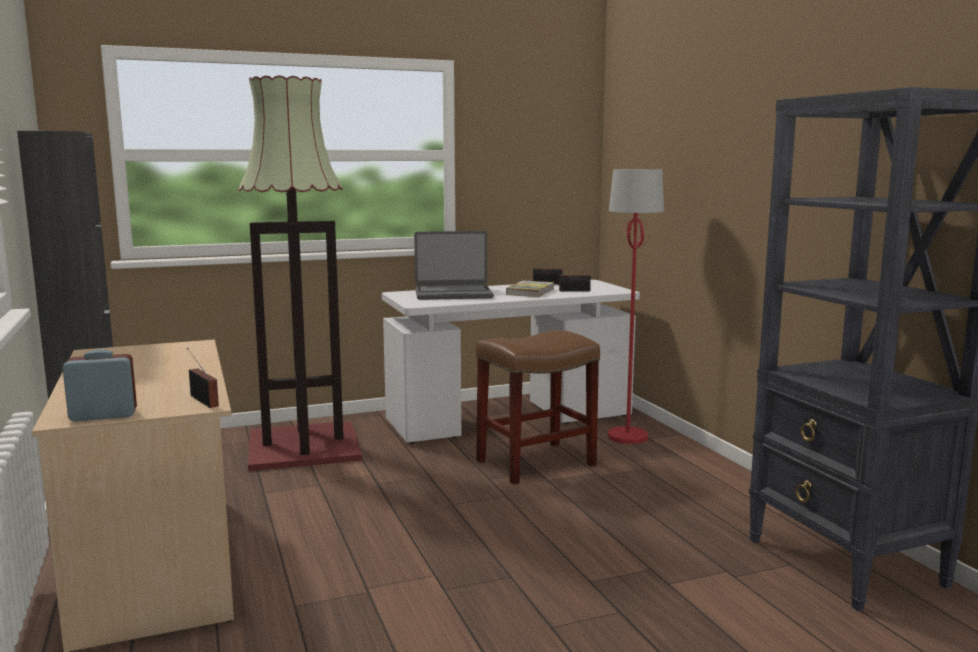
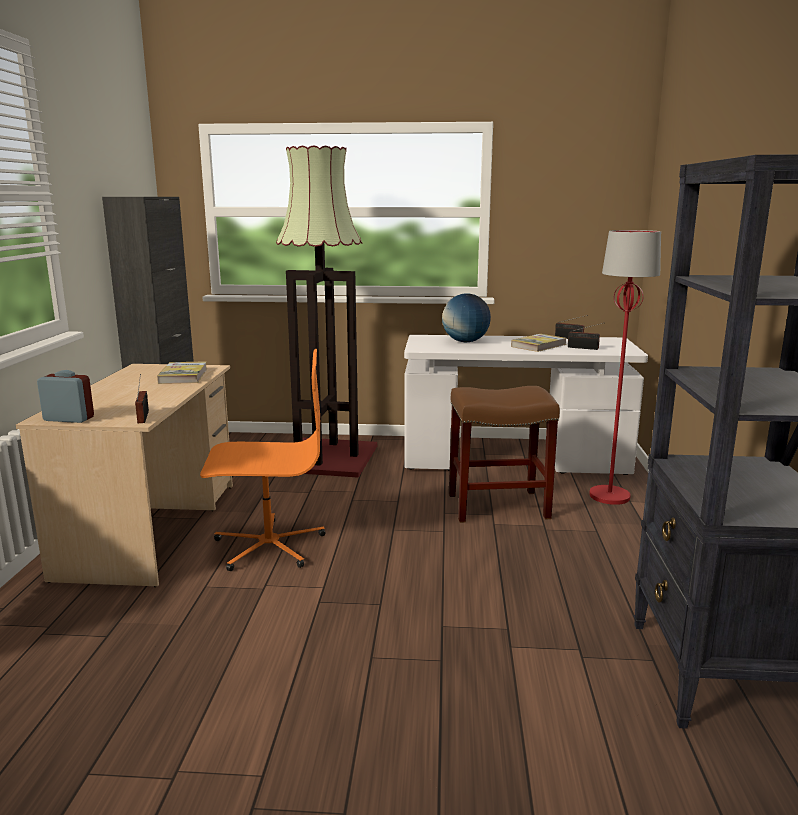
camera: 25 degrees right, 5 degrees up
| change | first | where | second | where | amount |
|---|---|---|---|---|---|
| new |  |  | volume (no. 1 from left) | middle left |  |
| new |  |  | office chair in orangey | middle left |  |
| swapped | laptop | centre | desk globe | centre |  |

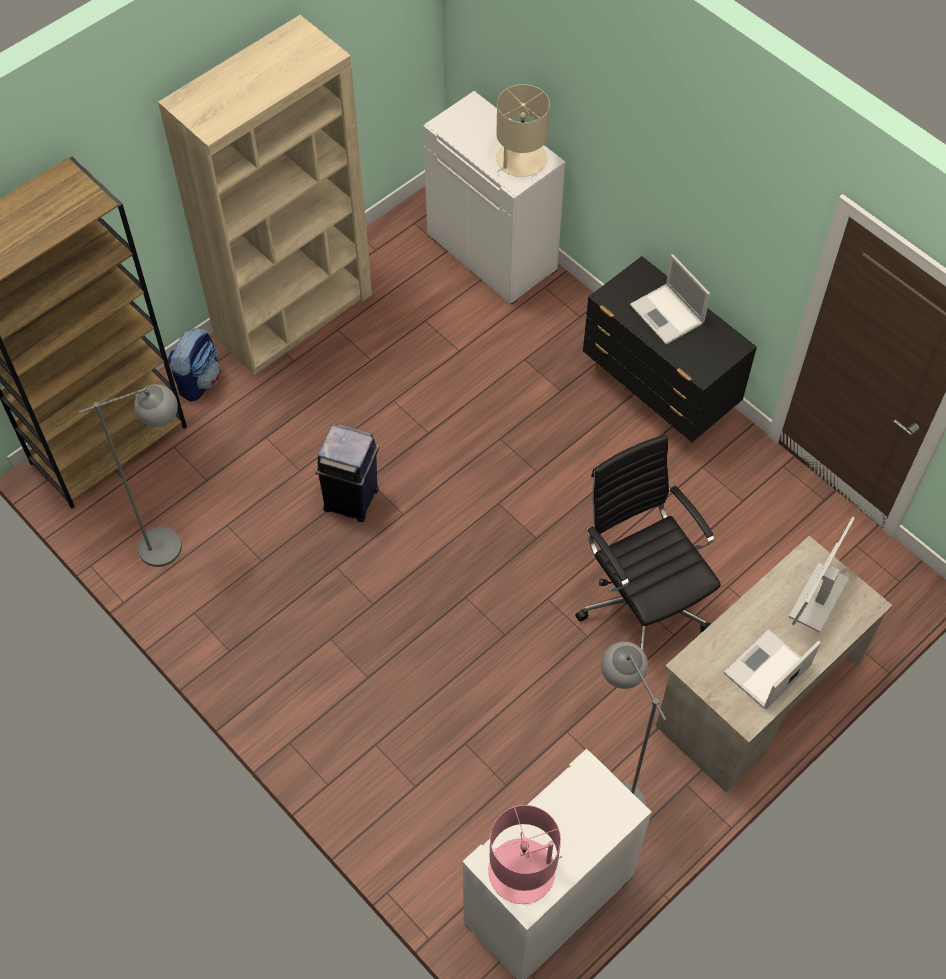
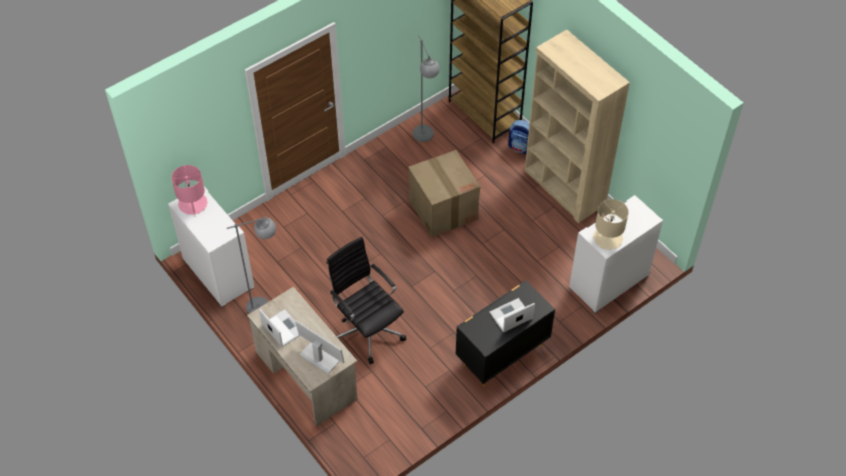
camera: 95 degrees right, 5 degrees down
| change | first | where | second | where | amount |
|---|---|---|---|---|---|
| rotated | office chair in black-coloured | middle right |  | centre | 105 degrees counterclockwise |
| swapped | trash can in bluish | centre | carton | centre |  |

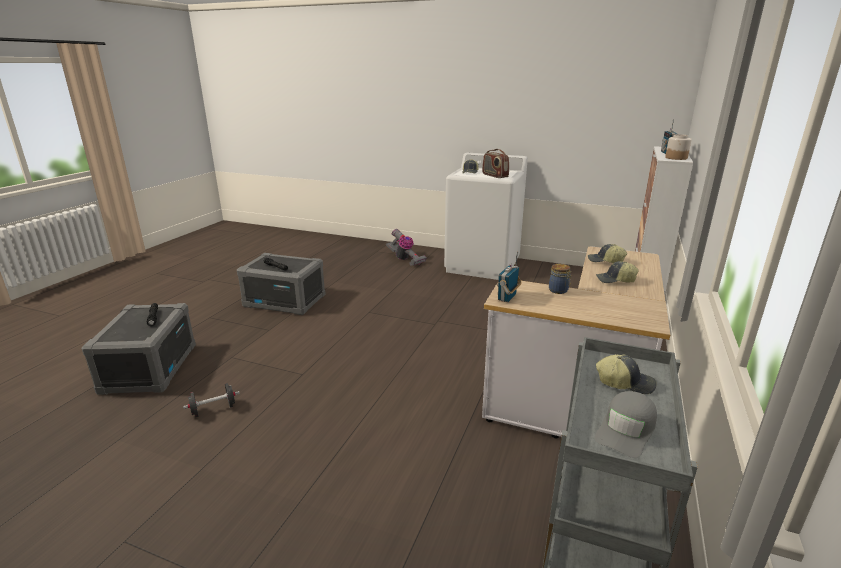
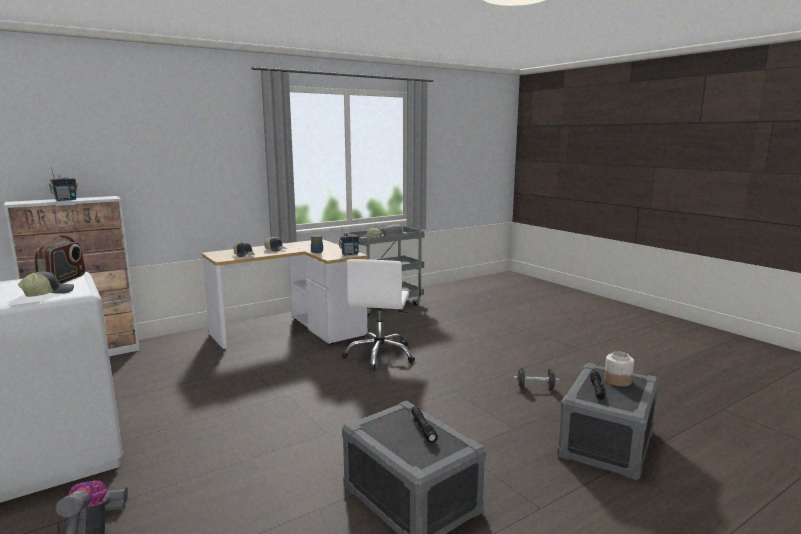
camera: 145 degrees left, 10 degrees down
| change | first | where | second | where | amount |
|---|---|---|---|---|---|
| new |  |  | office chair in white | centre |  |
| shifted | storage jar (no. 2 from left) | top right |  | bottom right |  |

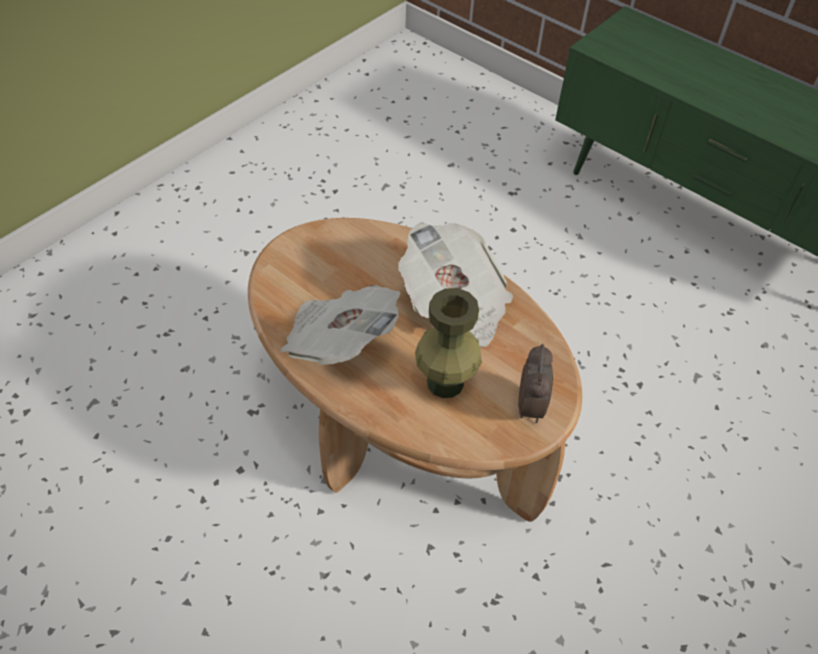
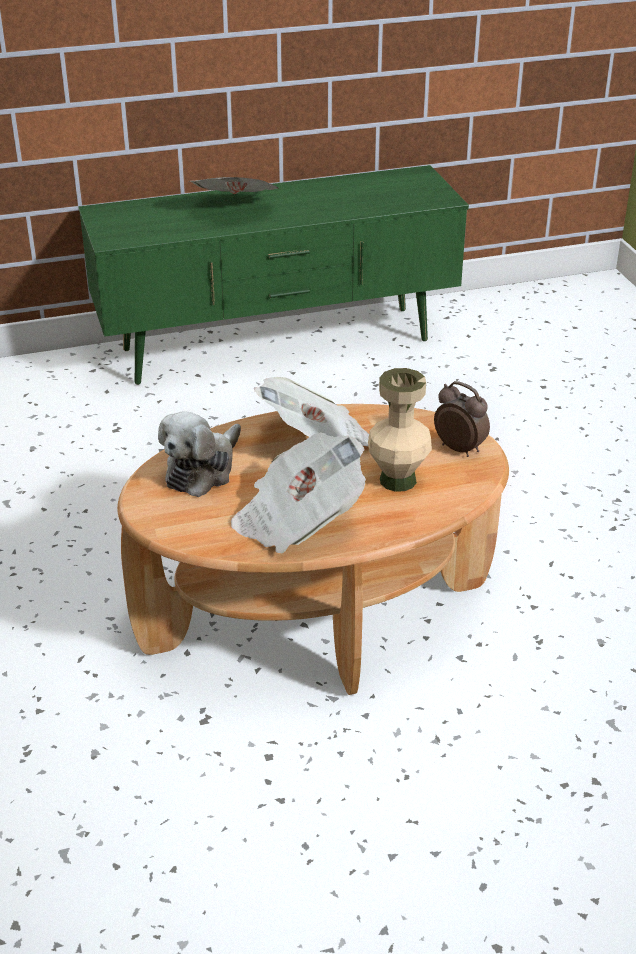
camera: 55 degrees left, 15 degrees down
| change | first | where | second | where | amount |
|---|---|---|---|---|---|
| new |  |  | plush toy | middle left |  |
| new |  |  | printed paper (no. 1 from left) | top centre |  |
| repainted | flower vase in greenish | centre | flower vase in beige-coloured | centre |  |

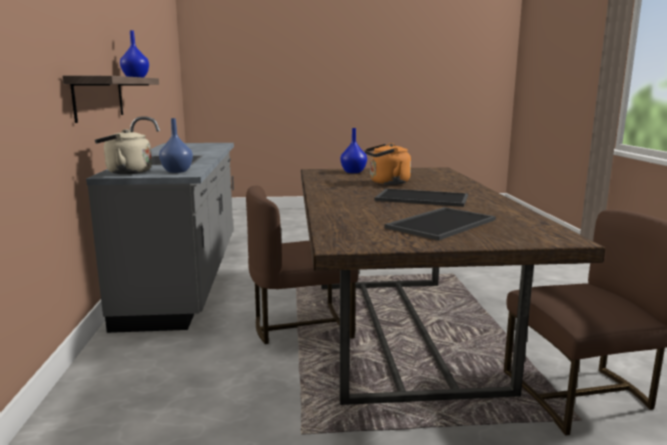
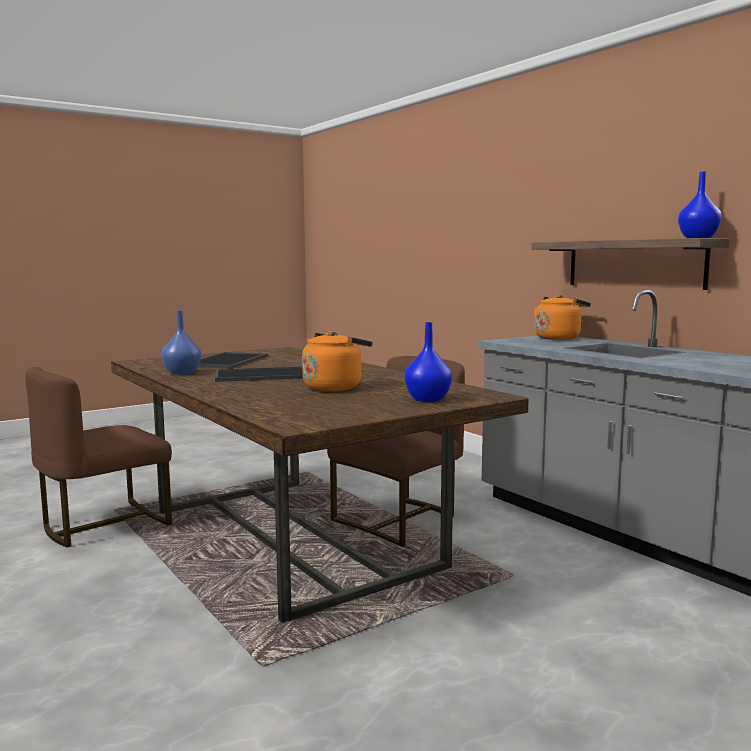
camera: 150 degrees right, 5 degrees down
| change | first | where | second | where | amount |
|---|---|---|---|---|---|
| shifted | flower vase in bluish (no. 2 from left in the first image) | top left | flower vase in bluish (no. 1 from left) | middle left |  |
| repainted | kettle in beige-coloured | middle left | kettle in orangey (no. 2 from left) | middle right |  |

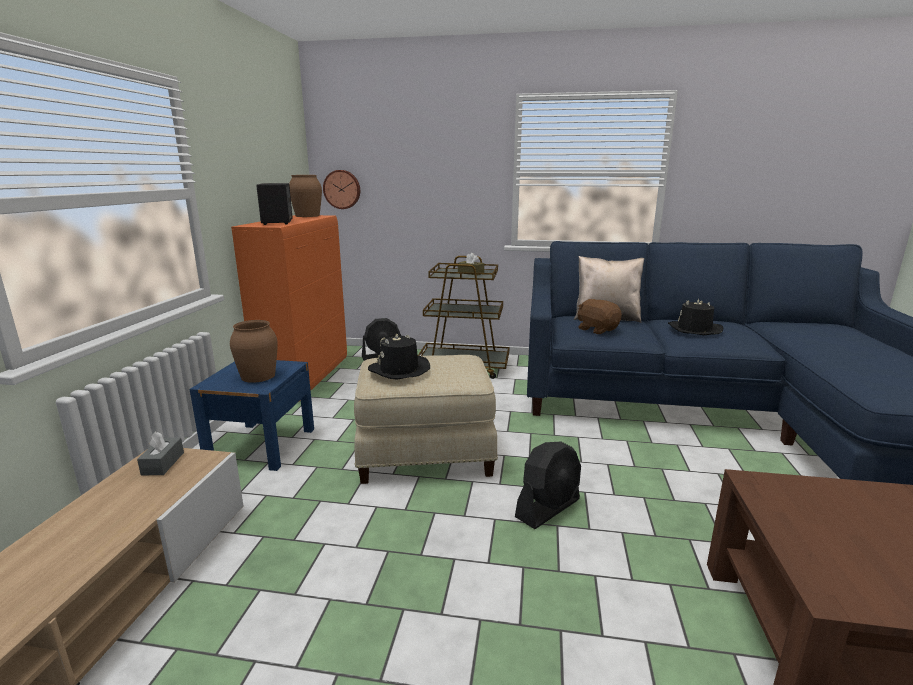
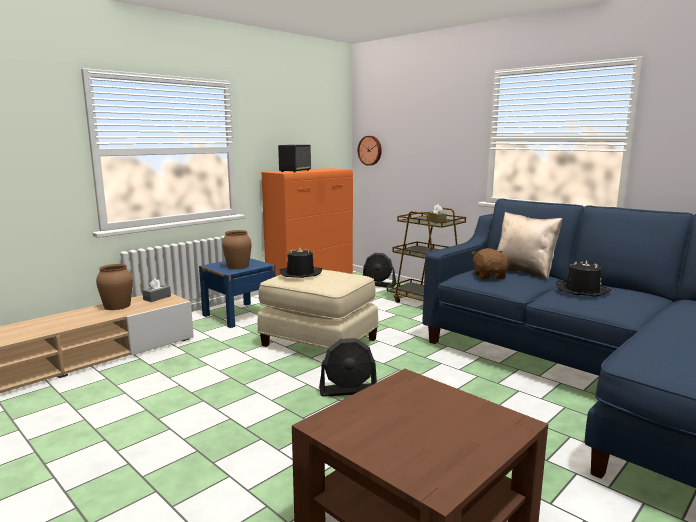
camera: 35 degrees right, 5 degrees down
| change | first | where | second | where | amount |
|---|---|---|---|---|---|
| shifted | flower vase in brownish (no. 2 from left in the first image) | top centre | flower vase in brownish (no. 1 from left) | middle left |  |

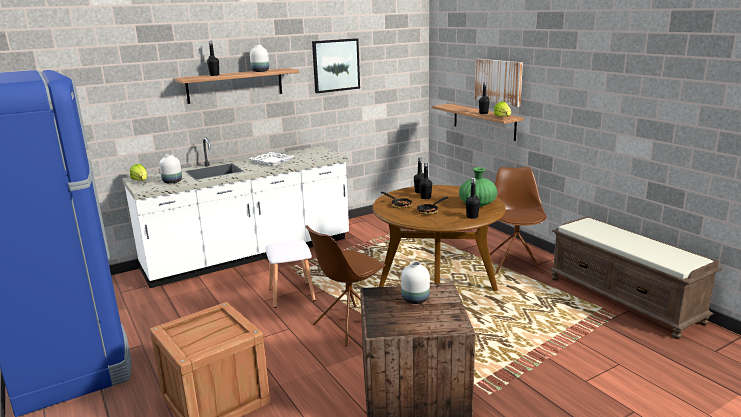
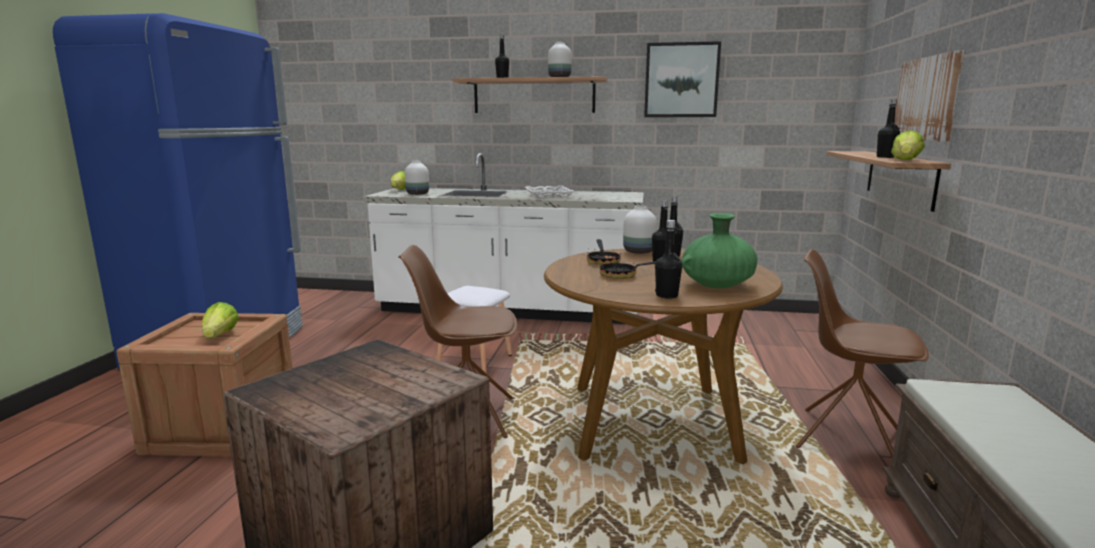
camera: 40 degrees right, 5 degrees down
| change | first | where | second | where | amount |
|---|---|---|---|---|---|
| new |  |  | lettuce (no. 1 from left) | middle left |  |
| shifted | flower vase in white (no. 3 from left) | bottom centre |  | centre |  |
| rotated | plain chair in brownish (no. 2 from left) | middle right |  | middle right | 105 degrees counterclockwise |

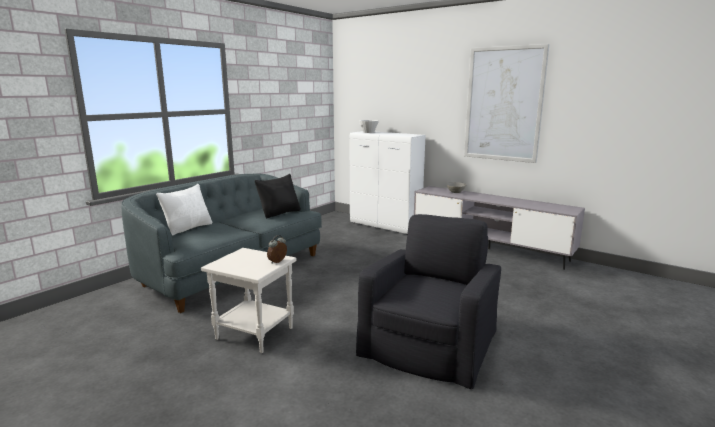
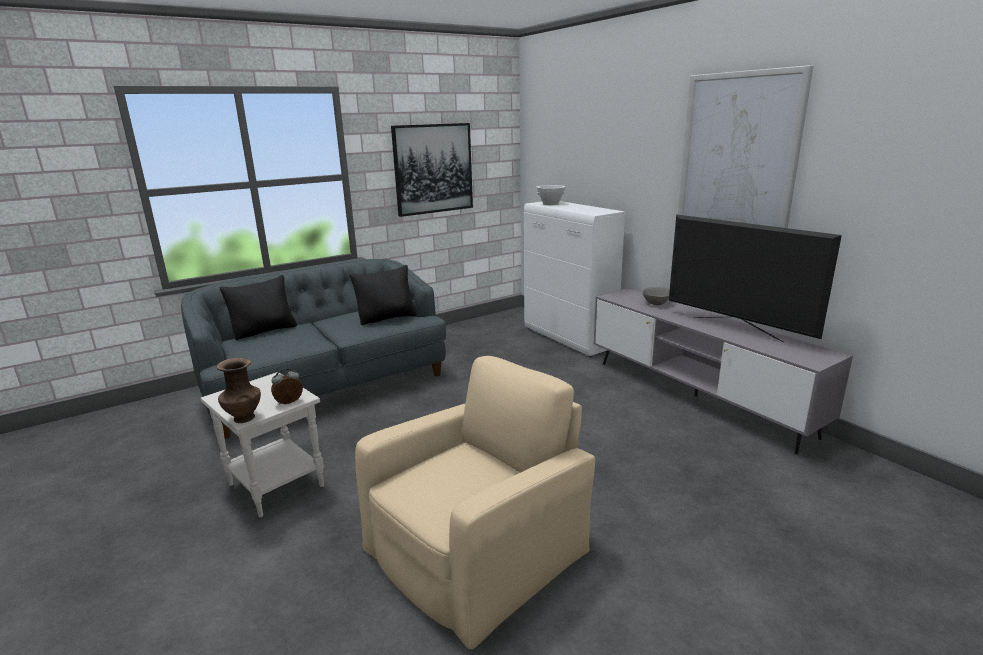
camera: 20 degrees right, 5 degrees up
| change | first | where | second | where | amount |
|---|---|---|---|---|---|
| new |  |  | flower vase in brownish | middle left |  |
| repainted | throw pillow in white | middle left | throw pillow in black-coloured (no. 1 from left) | middle left |  |
| repainted | armchair in black-coloured | bottom centre | armchair in beige-coloured | bottom centre |  |
| new |  |  | wall art (no. 1 from left) | top centre |  |
| new |  |  | TV set | middle right |  |

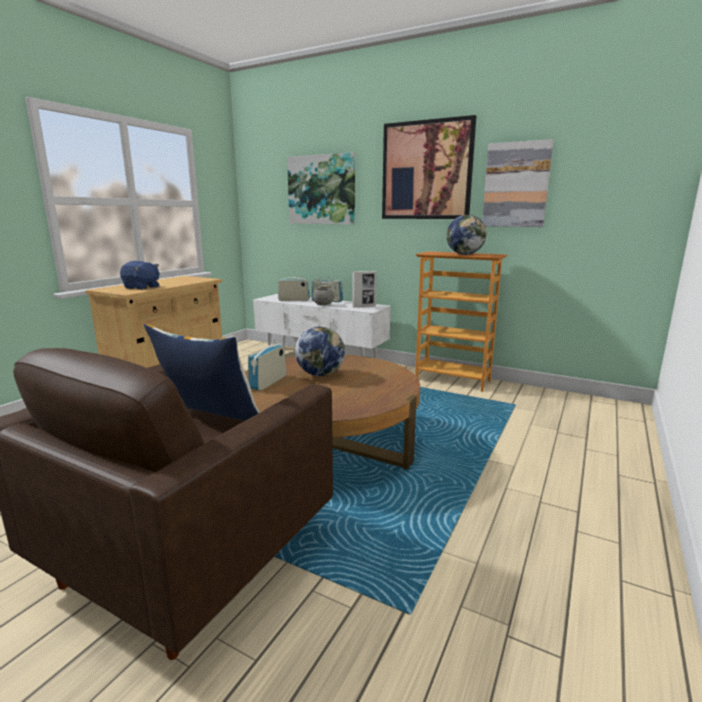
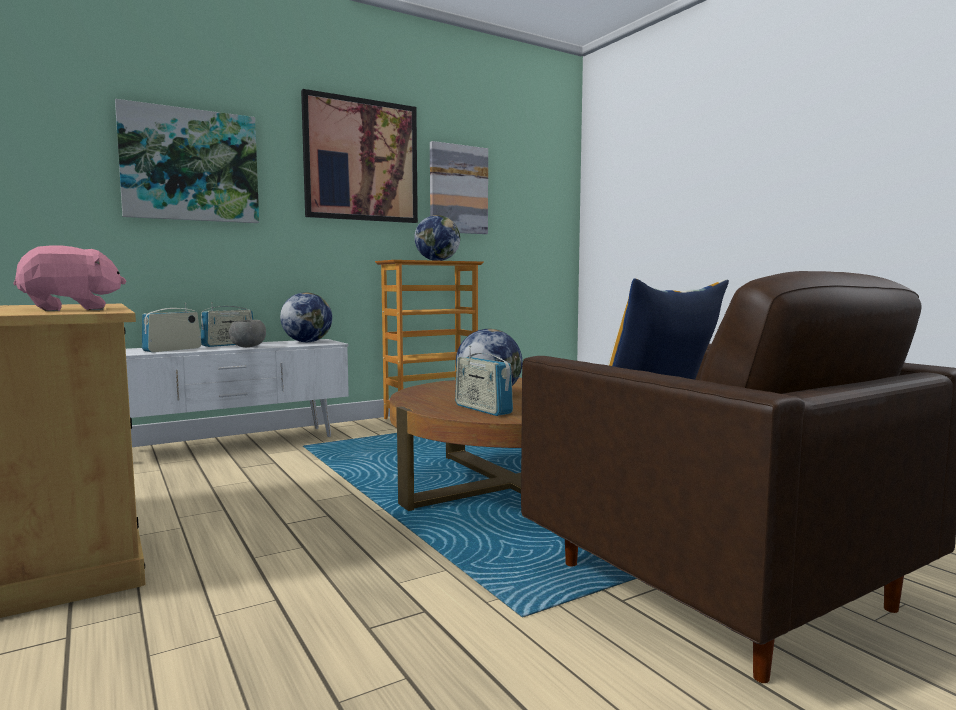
camera: 60 degrees left, 10 degrees down
| change | first | where | second | where | amount |
|---|---|---|---|---|---|
| repainted | plush toy in bluish | middle left | plush toy in pink | middle left |  |
| swapped | photo frame | centre | desk globe (no. 1 from left) | middle left |  |

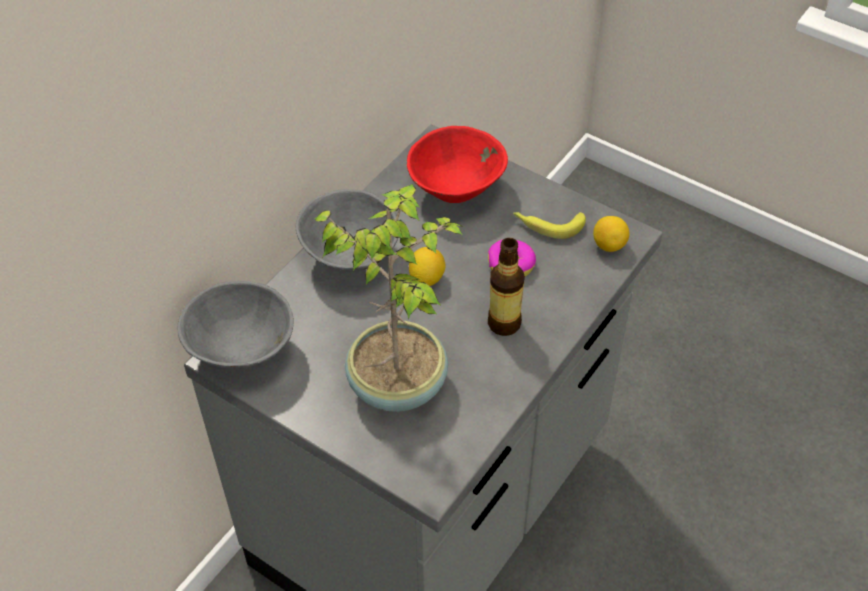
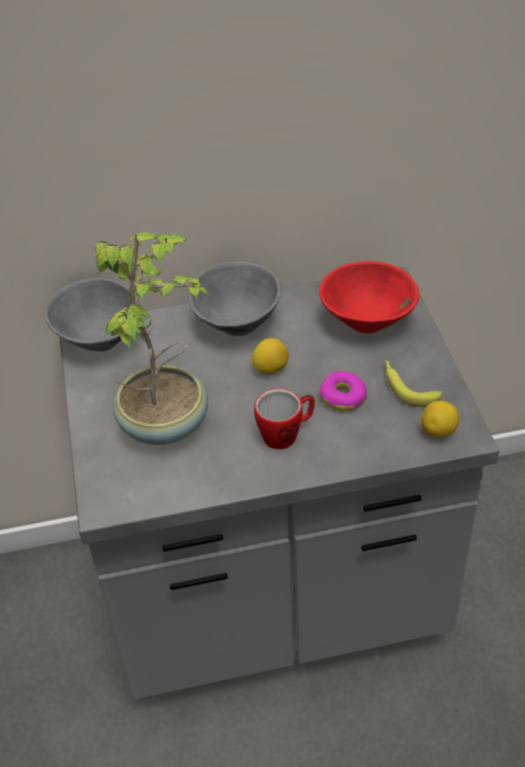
camera: 45 degrees right, 5 degrees down
| change | first | where | second | where | amount |
|---|---|---|---|---|---|
| swapped | bottle | centre | tea mug | centre |  |

